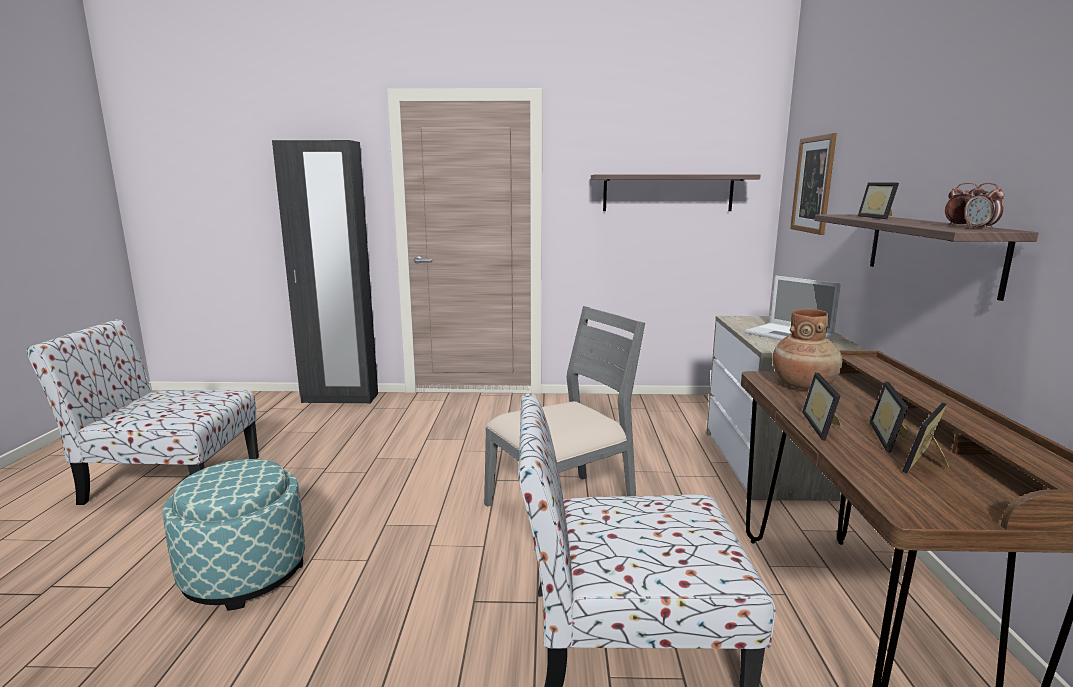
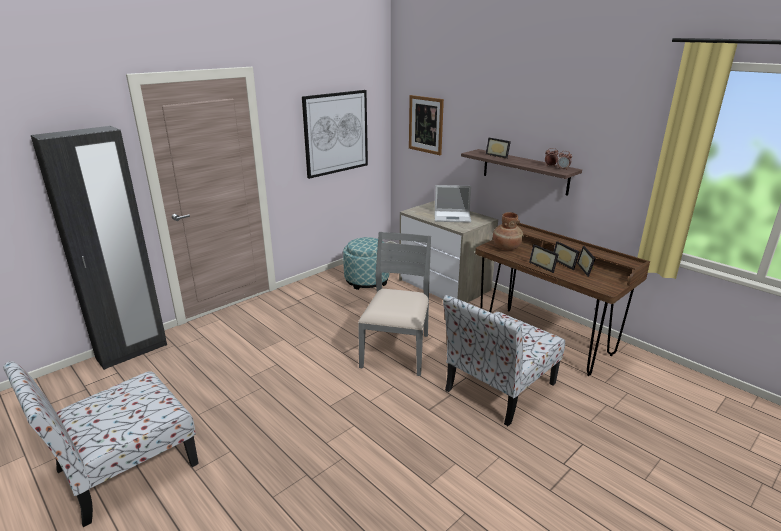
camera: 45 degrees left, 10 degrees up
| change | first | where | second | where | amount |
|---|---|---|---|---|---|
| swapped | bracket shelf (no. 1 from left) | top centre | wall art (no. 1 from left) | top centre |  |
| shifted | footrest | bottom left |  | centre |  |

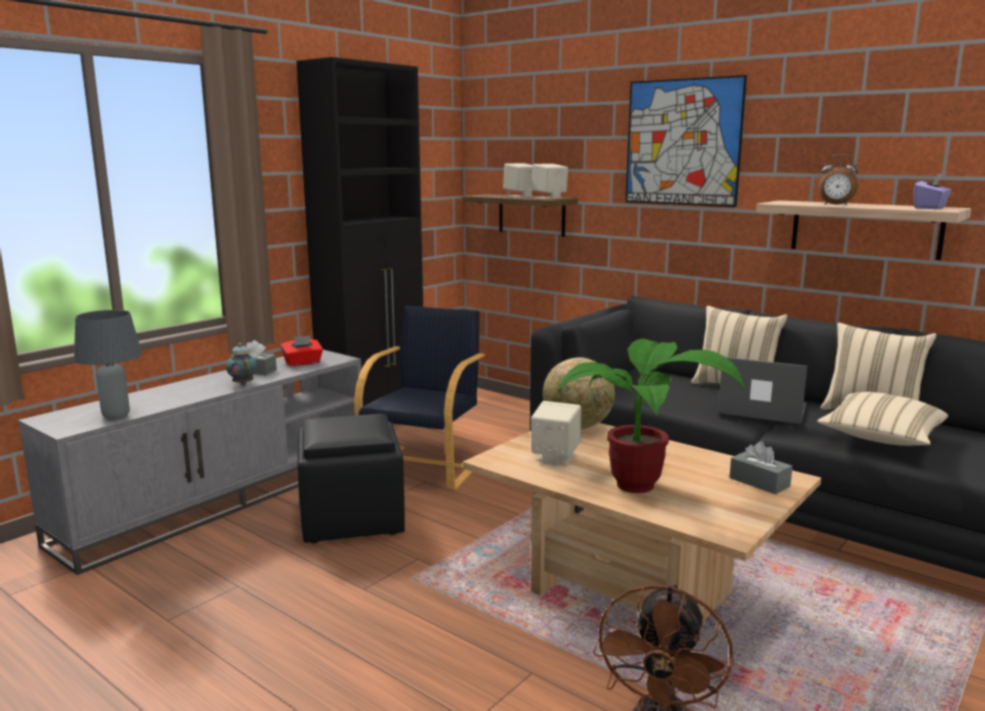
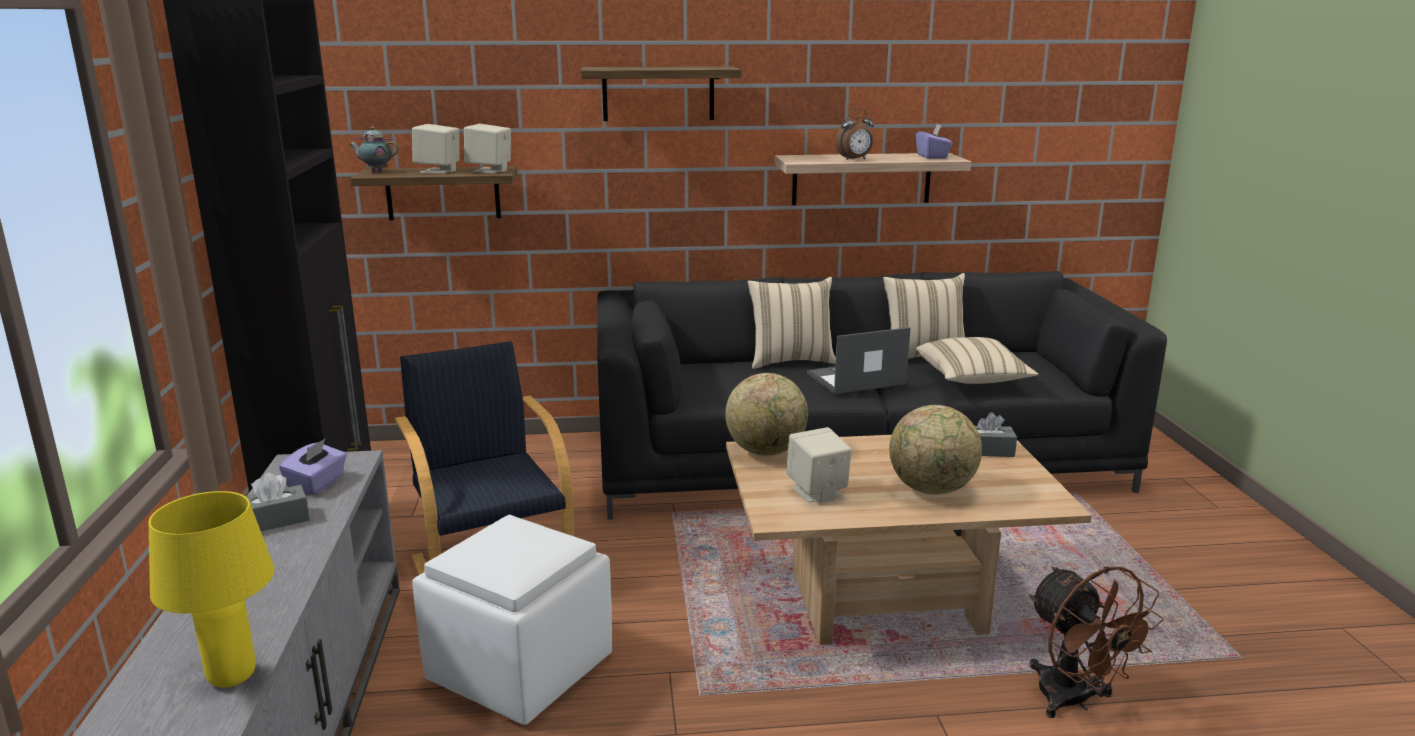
camera: 45 degrees left, 5 degrees up
| change | first | where | second | where | amount |
|---|---|---|---|---|---|
| repainted | tabletop lamp in grey | middle left | tabletop lamp in yellow-coloured | bottom left |  |
| repainted | box of tissues in red-coloured | middle left | box of tissues in purplish (no. 1 from left) | middle left |  |
| shifted | tea pot | middle left |  | top left |  |
| repainted | footrest in black-coloured | bottom centre | footrest in white | bottom centre |  |
| swapped | wall art | top right | bracket shelf (no. 2 from left) | top centre |  |
| swapped | plant in a pot | centre | desk globe (no. 2 from left) | centre |  |

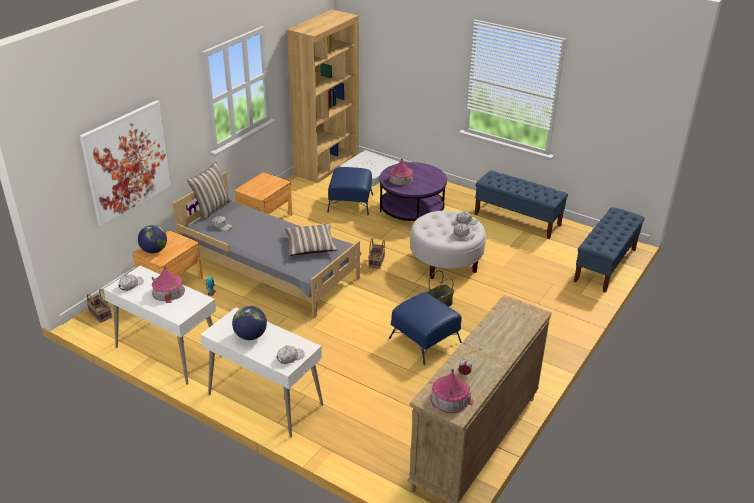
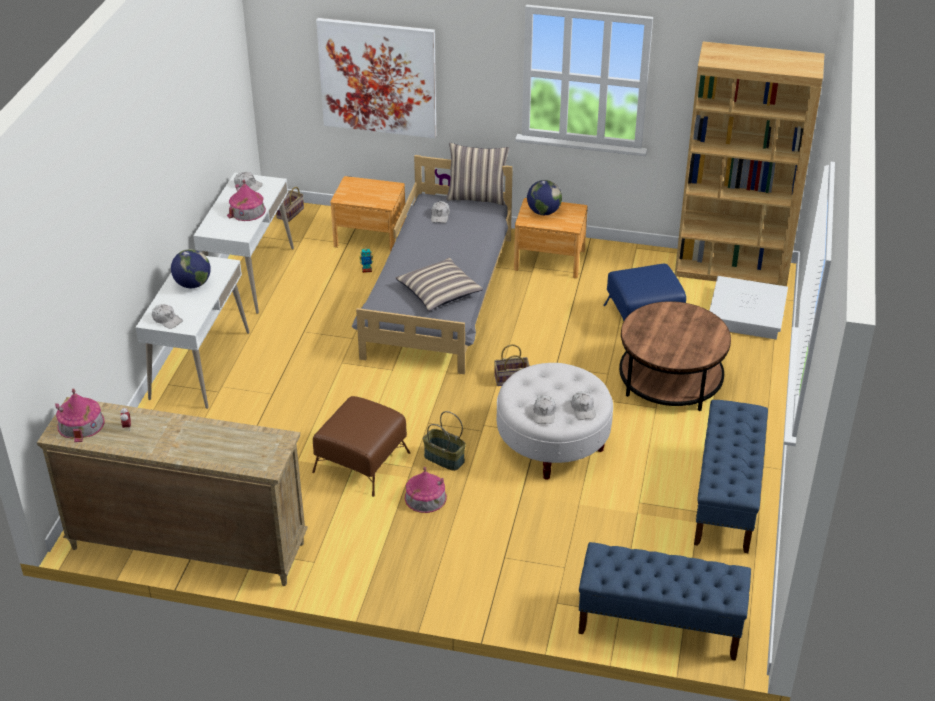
camera: 70 degrees right, 5 degrees up
| change | first | where | second | where | amount |
|---|---|---|---|---|---|
| repainted | footrest in bluish (no. 2 from left) | centre | footrest in brownish | centre |  |
| shifted | model house (no. 2 from left in the first image) | centre | model house (no. 3 from left) | bottom centre |  |
| shifted | desk globe (no. 1 from left in the first image) | middle left | desk globe (no. 2 from left) | top centre |  |
| repainted | low table in purplish | centre | low table in brownish | middle right |  |

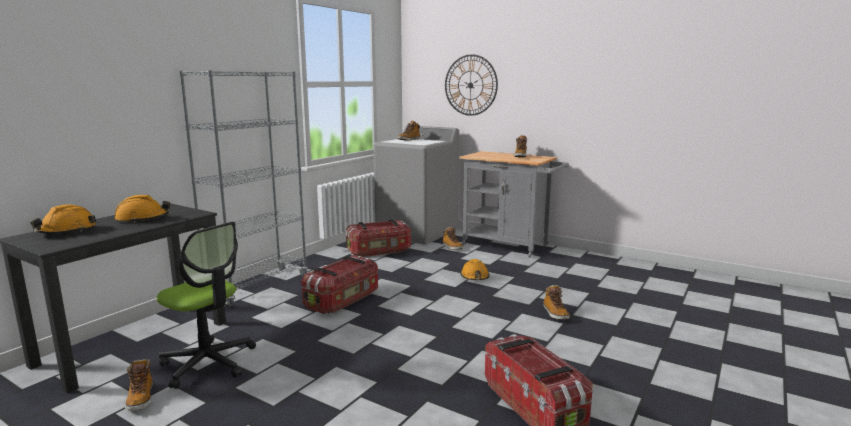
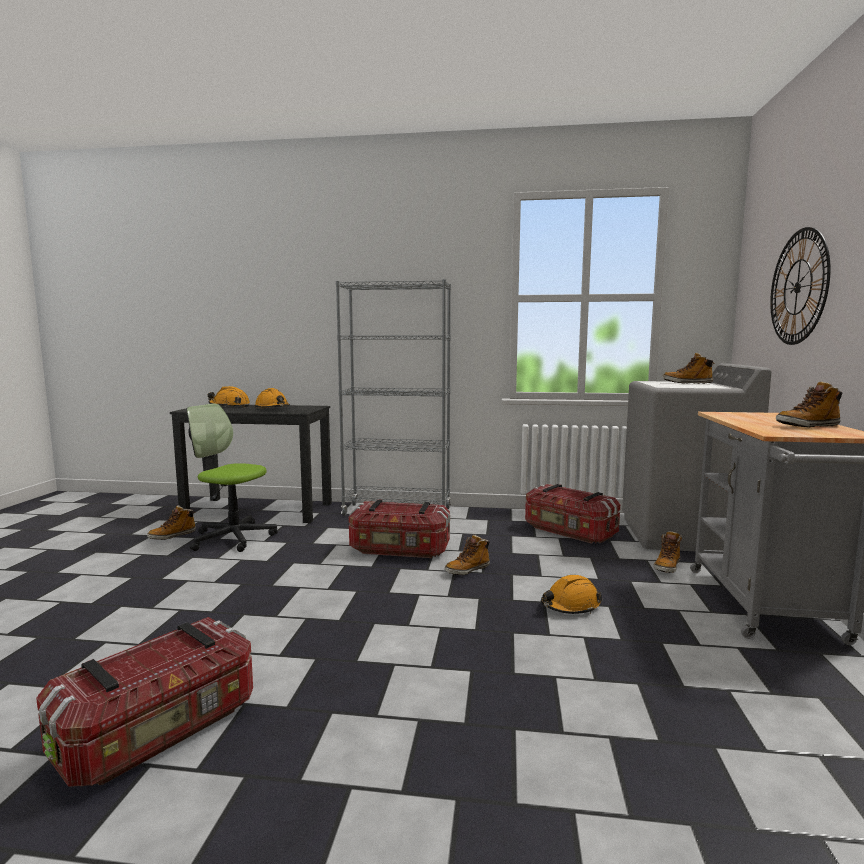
camera: 65 degrees right, 5 degrees down
| change | first | where | second | where | amount |
|---|---|---|---|---|---|
| rotated | office chair | bottom left |  | middle left | 105 degrees clockwise |
| shifted | tall boot (no. 5 from left in the first image) | bottom centre | tall boot (no. 2 from left) | centre |  |

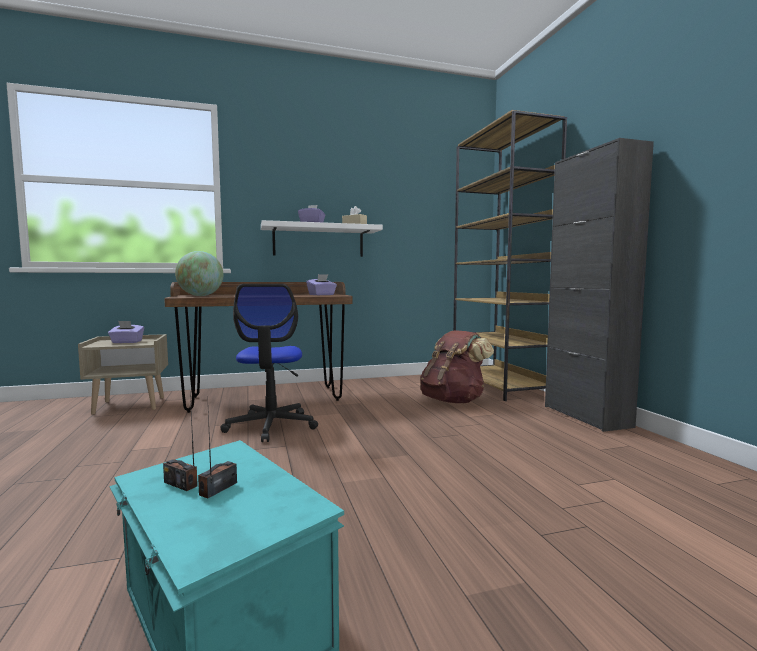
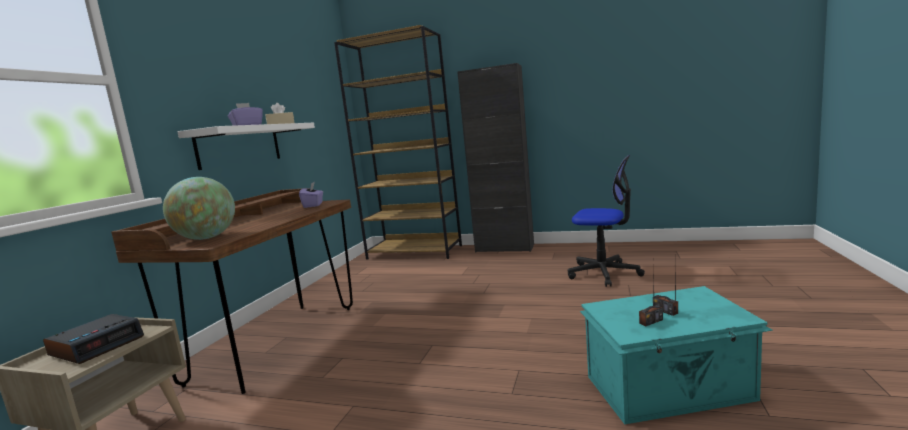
camera: 55 degrees left, 5 degrees up
| change | first | where | second | where | amount |
|---|---|---|---|---|---|
| swapped | box of tissues in purplish (no. 1 from left) | middle left | alarm clock | bottom left |  |
| shifted | office chair | centre |  | middle right |  |
| gone | backpack in brownish | centre |  |  |  |

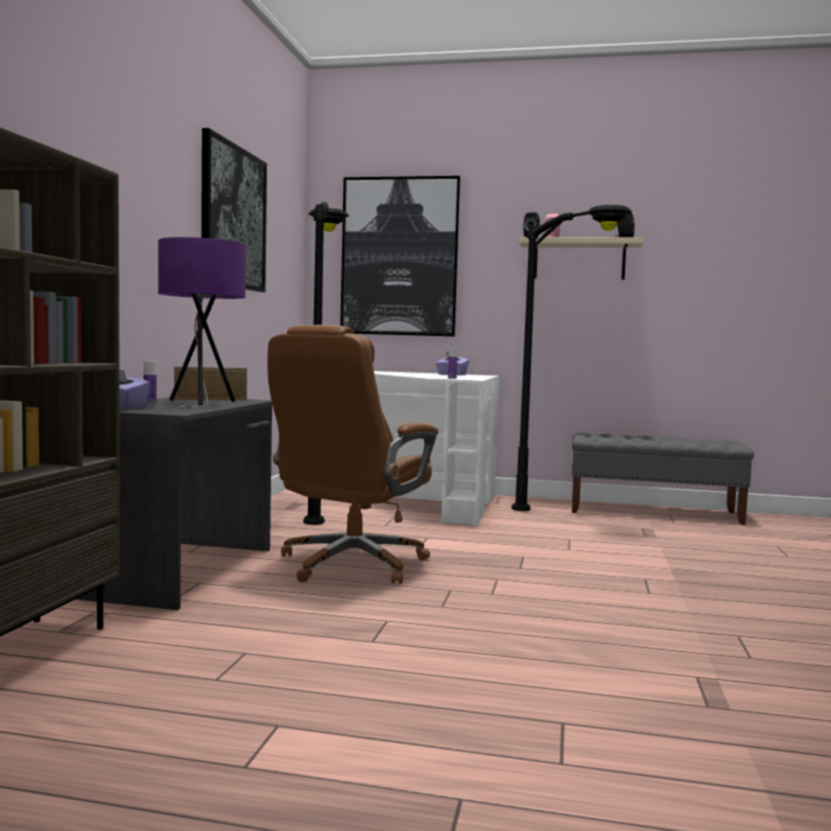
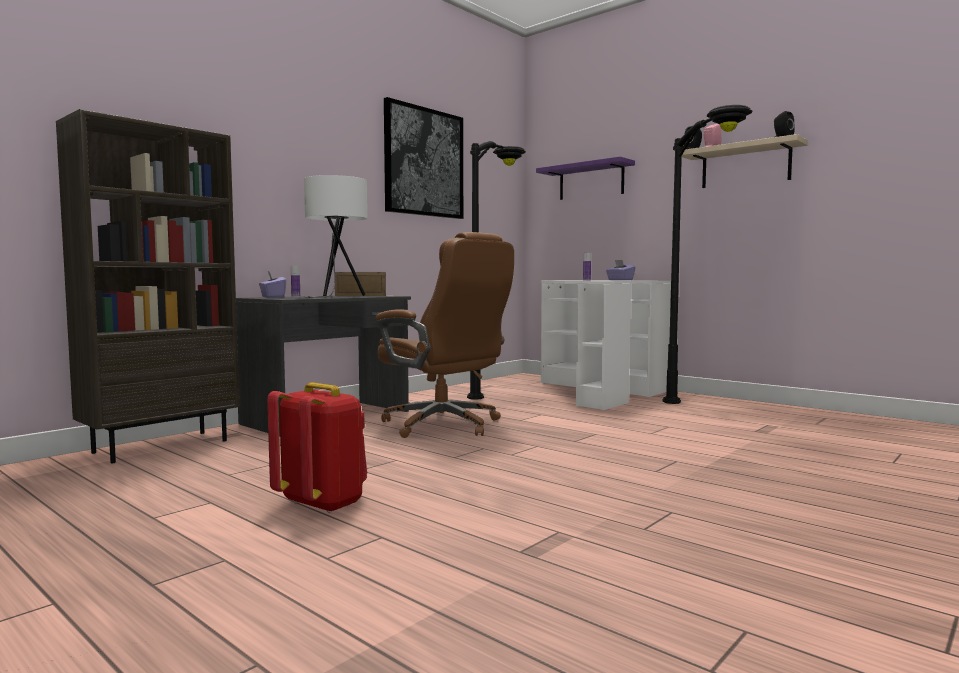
camera: 30 degrees right, 0 degrees up
| change | first | where | second | where | amount |
|---|---|---|---|---|---|
| new |  |  | backpack in red-coloured | middle left |  |
| repainted | tabletop lamp in purplish | middle left | tabletop lamp in white | centre |  |
| rotated | office chair in brownish | centre |  | centre | 105 degrees counterclockwise |
| swapped | wall art (no. 2 from left) | top centre | bracket shelf in purplish | top centre |  |
| gone | bench in grey | middle right |  |  |  |

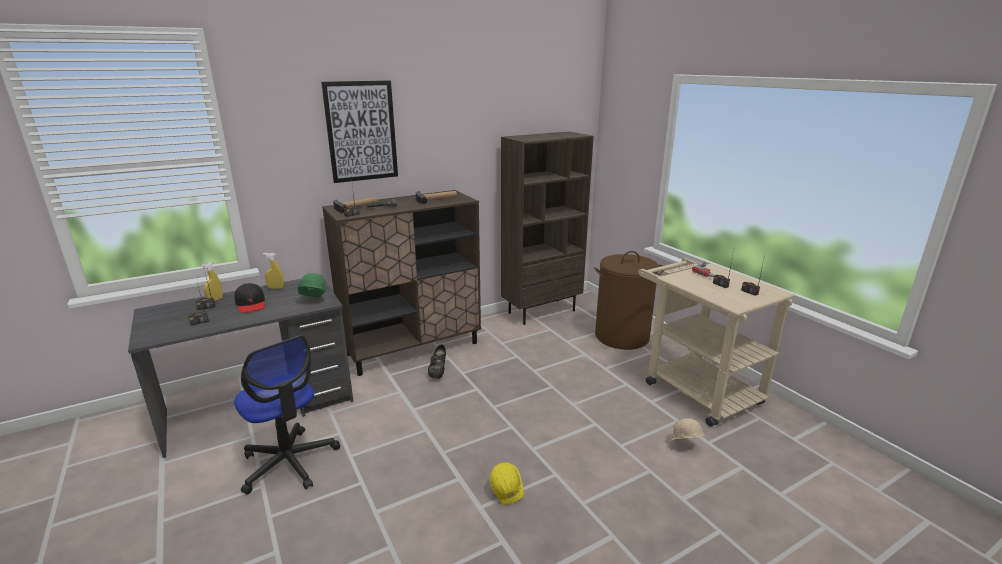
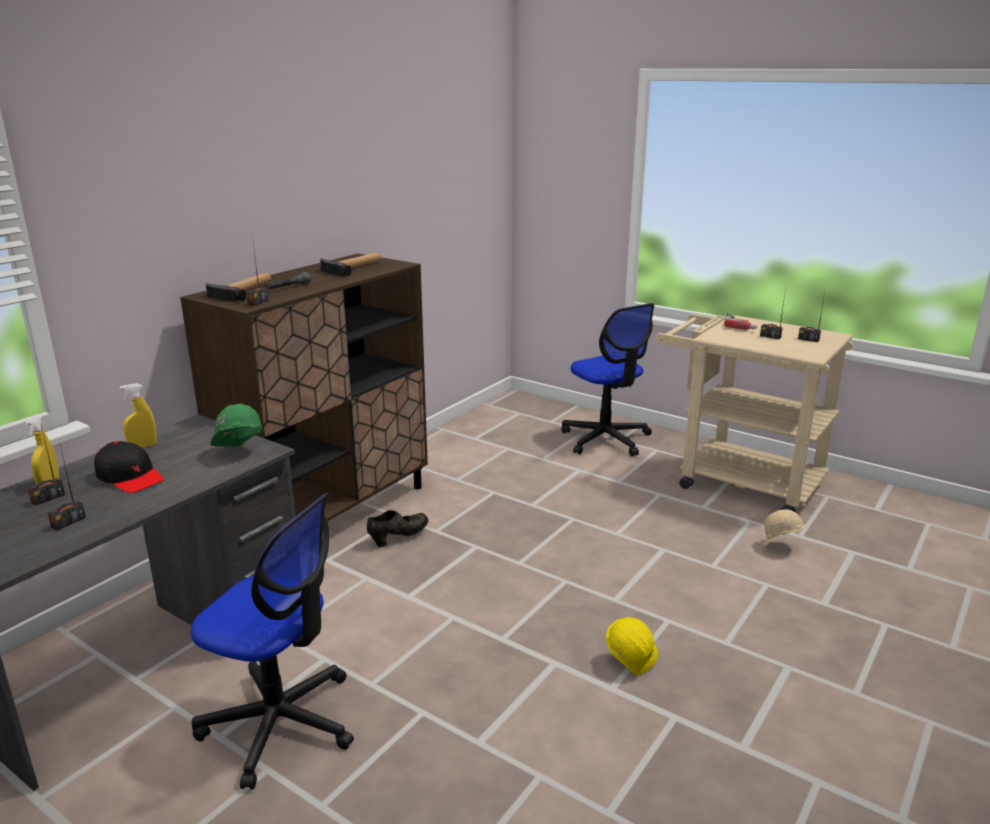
camera: 25 degrees left, 0 degrees up
| change | first | where | second | where | amount |
|---|---|---|---|---|---|
| rotated | item of footwear in black-coloured | centre |  | centre | 105 degrees counterclockwise |
| swapped | laundry basket in brownish | centre | office chair (no. 2 from left) | centre |  |
| gone | wall art | top centre |  |  |  |
| gone | bookcase in brownish | centre |  |  |  |

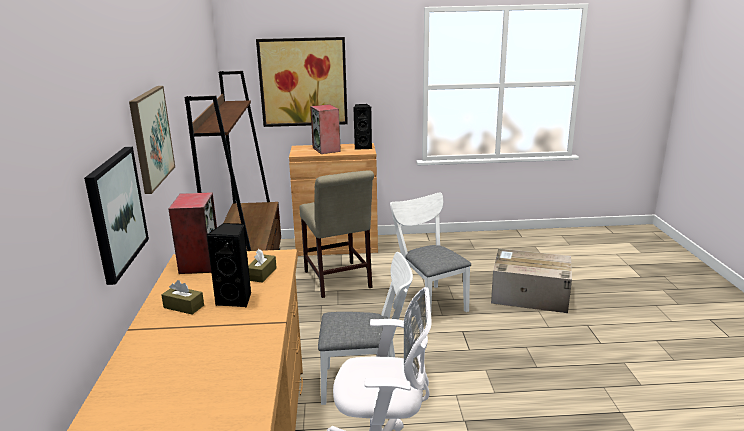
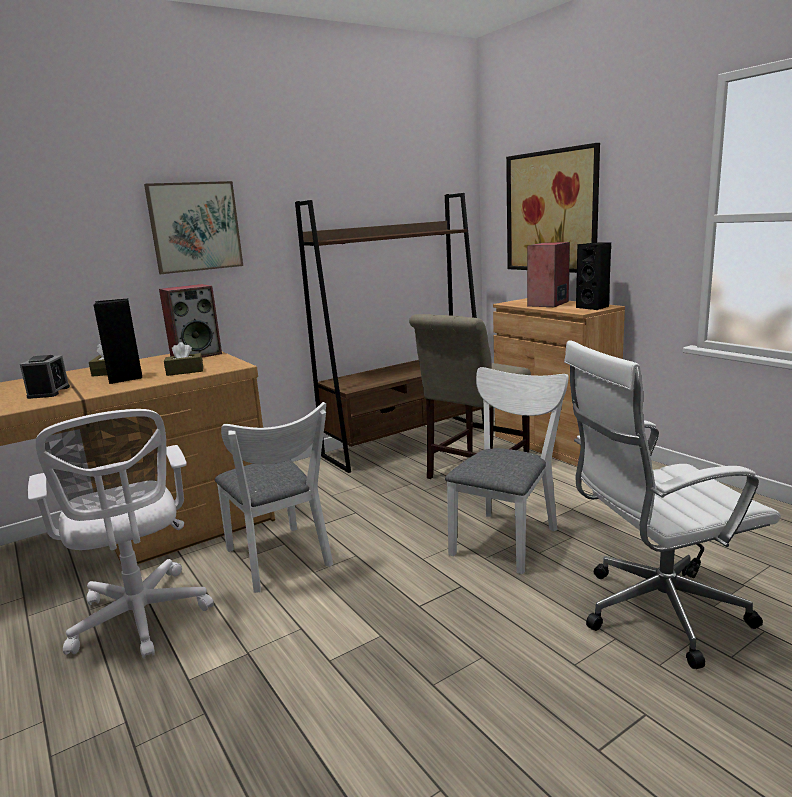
camera: 60 degrees right, 5 degrees down
| change | first | where | second | where | amount |
|---|---|---|---|---|---|
| new |  |  | alarm clock | middle left |  |
| swapped | carton | middle right | office chair in white (no. 2 from left) | middle right |  |
| gone | wall art (no. 1 from left) | middle left |  |  |  |

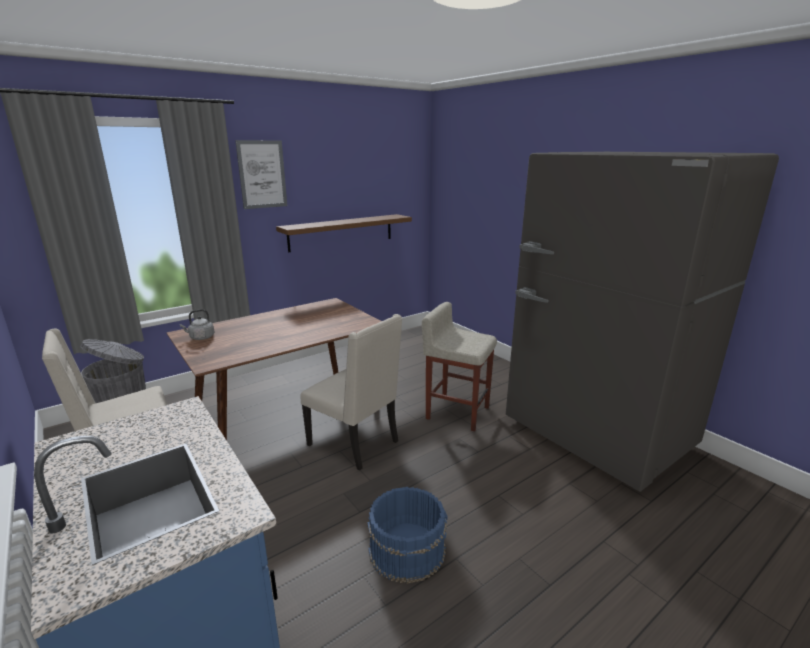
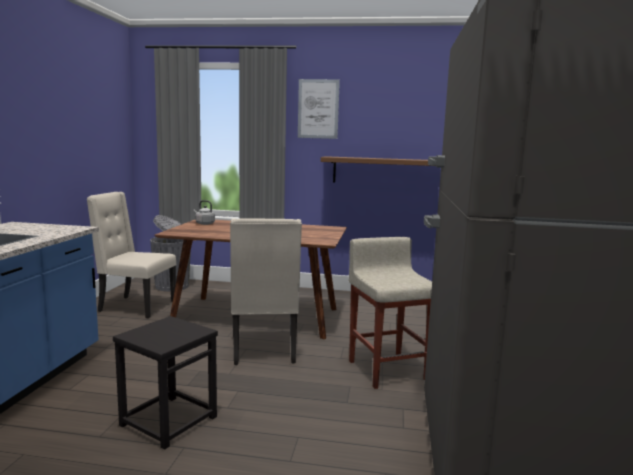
camera: 45 degrees right, 10 degrees down
| change | first | where | second | where | amount |
|---|---|---|---|---|---|
| swapped | water bucket in bluish | bottom centre | stool in black-coloured | bottom left |  |

